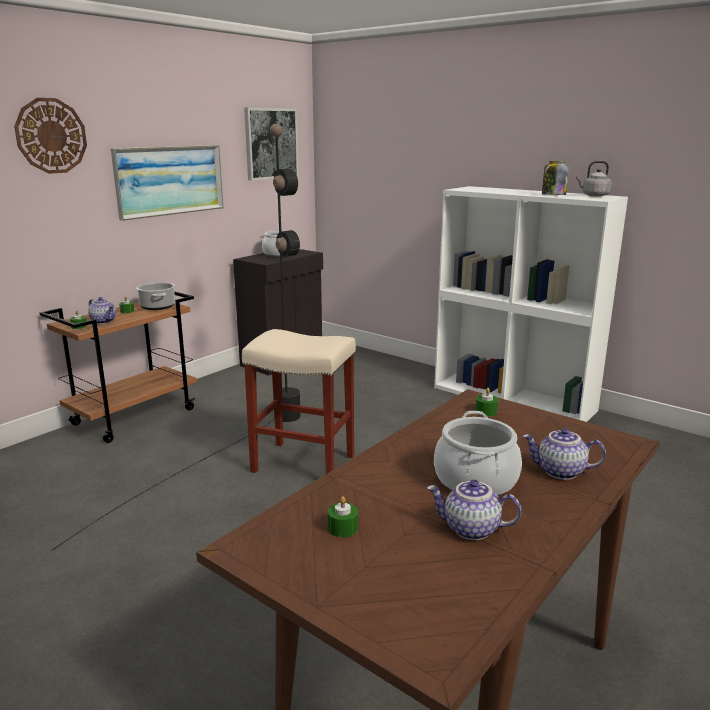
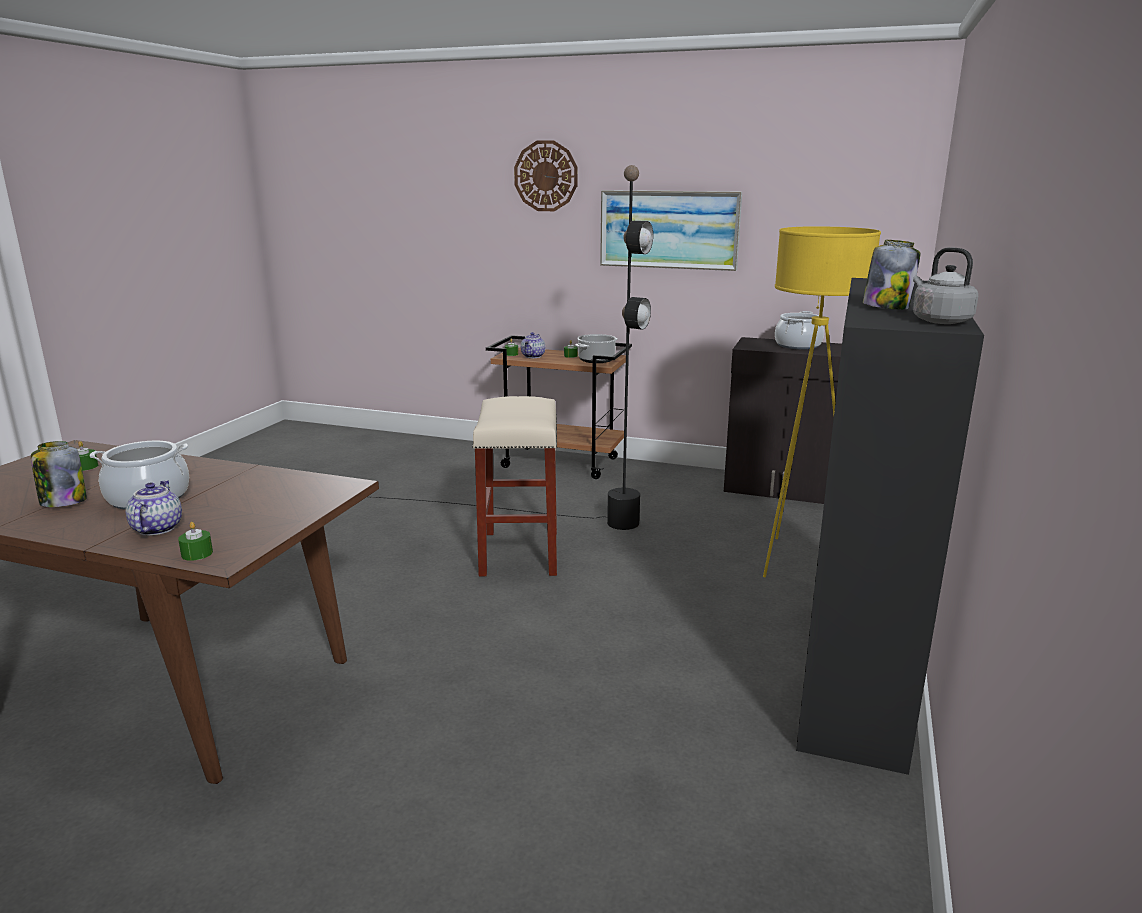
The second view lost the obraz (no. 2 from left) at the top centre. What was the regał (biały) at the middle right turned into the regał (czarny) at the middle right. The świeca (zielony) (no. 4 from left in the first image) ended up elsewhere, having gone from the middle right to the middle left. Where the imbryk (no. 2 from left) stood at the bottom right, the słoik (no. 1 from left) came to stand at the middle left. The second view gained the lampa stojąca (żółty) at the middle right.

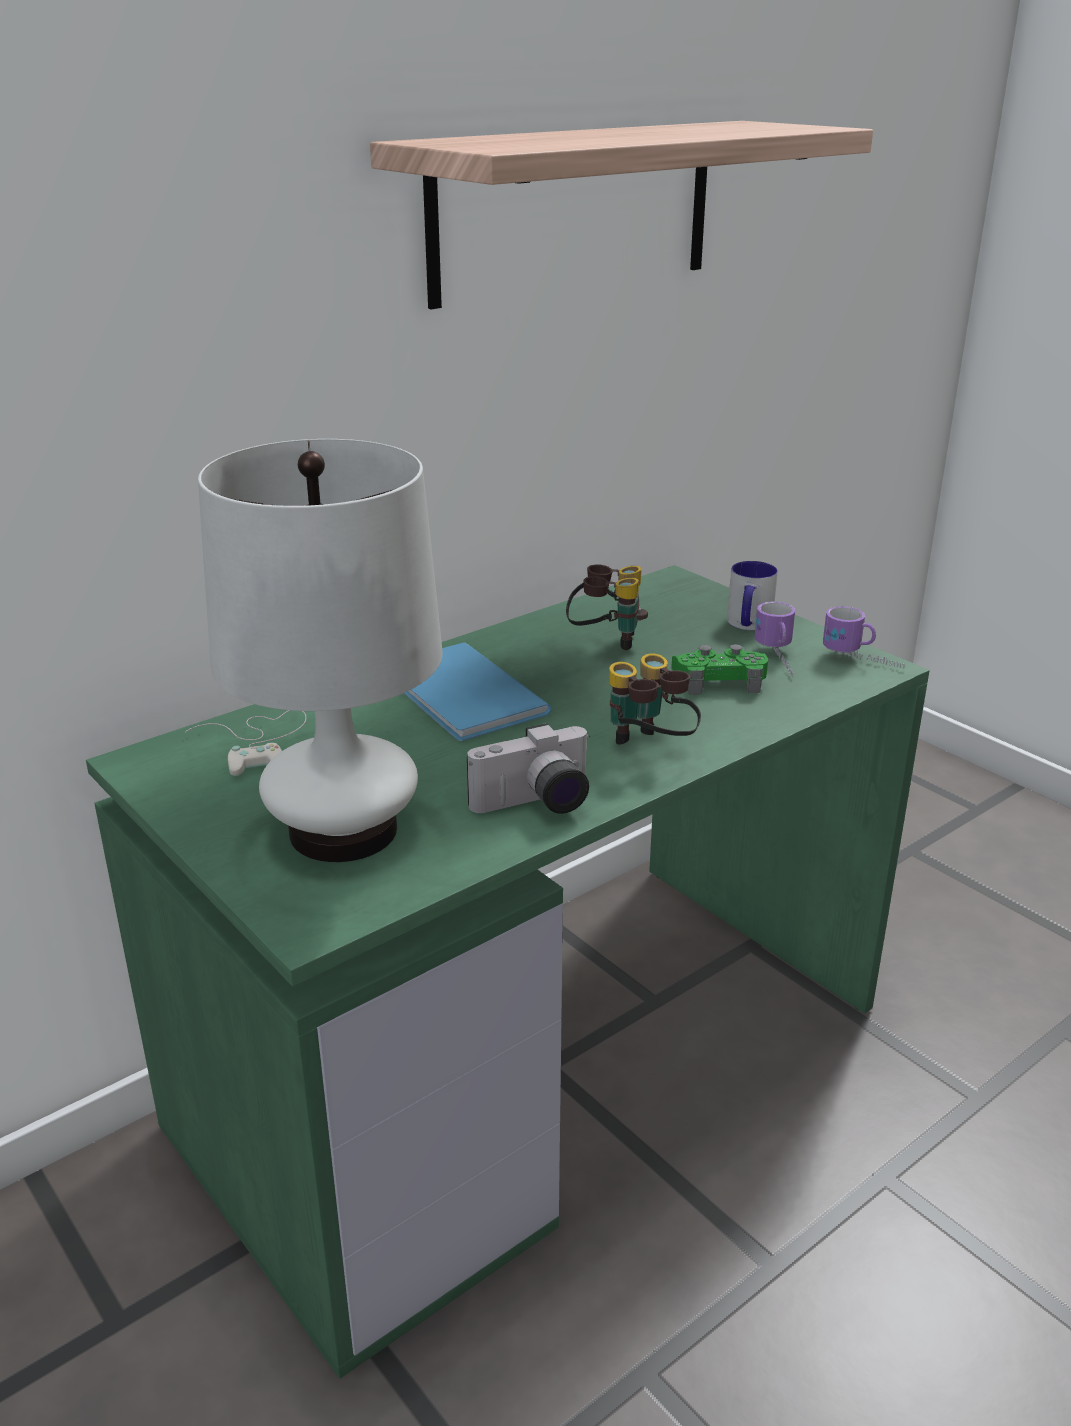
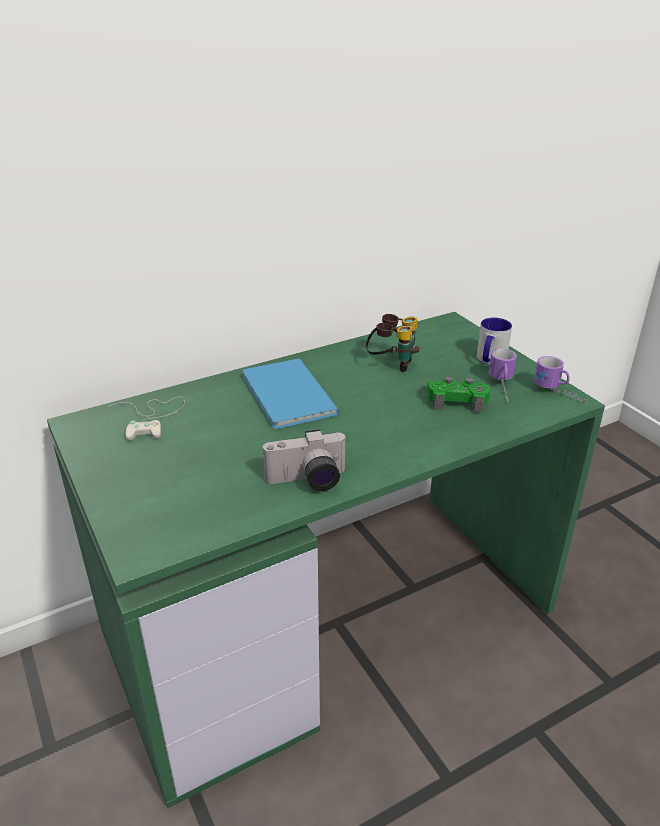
The second view lost the półka at the top centre. The second view lost the lampa stołowa (biały) at the middle left. The second view lost the lornetka (no. 2 from left) at the centre.

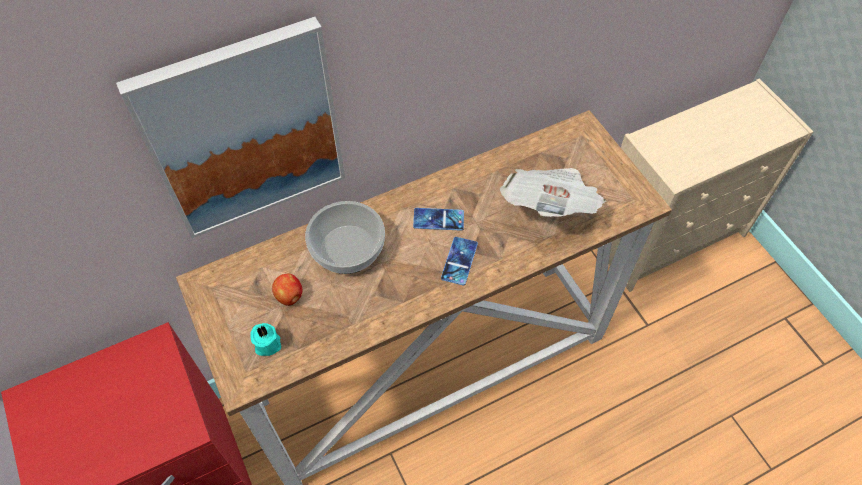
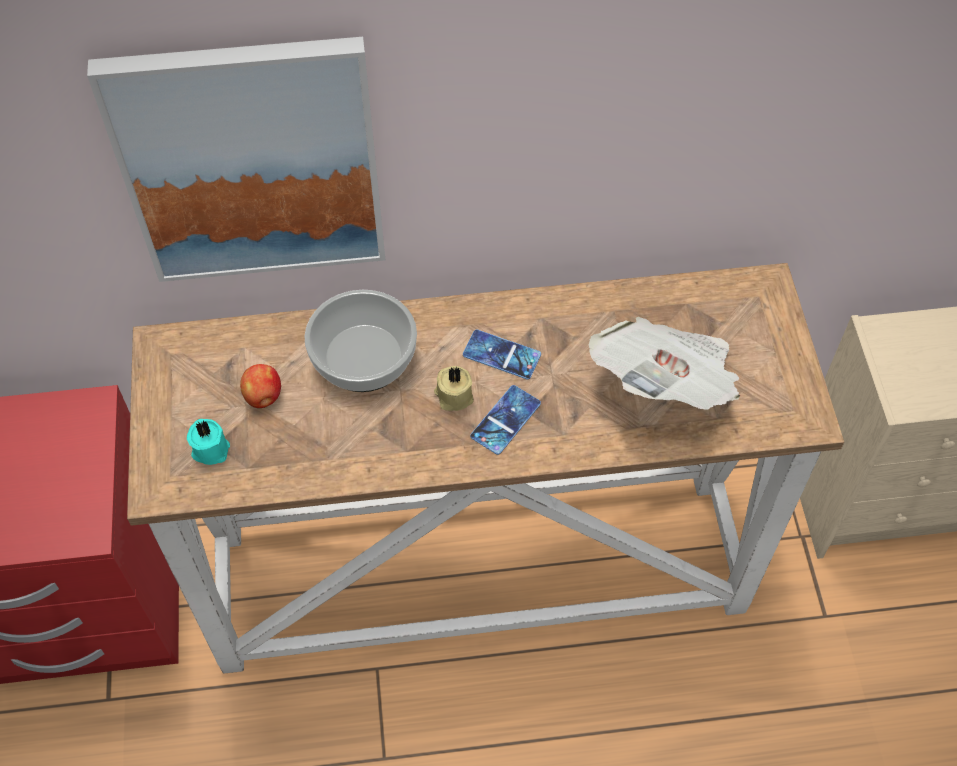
The second view gained the świeca (beżowy) at the centre.

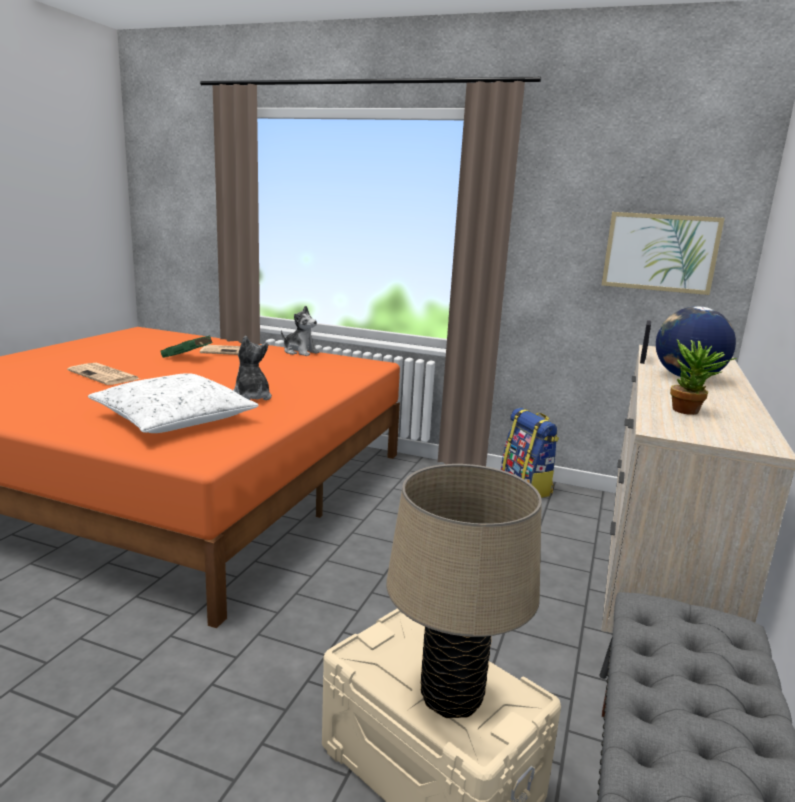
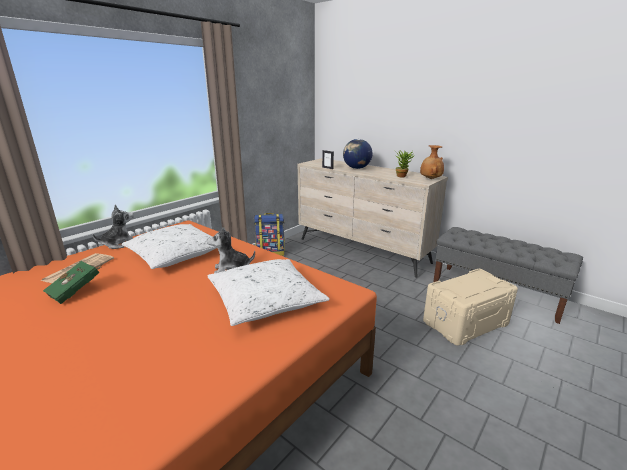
The second view lost the obraz at the top right. The second view lost the gazeta (no. 1 from left) at the middle left. The second view lost the lampa stołowa (beżowy) at the bottom centre. The second view gained the wazon (brązowy) at the middle right. The second view gained the poduszka (biały) (no. 1 from left) at the middle left.

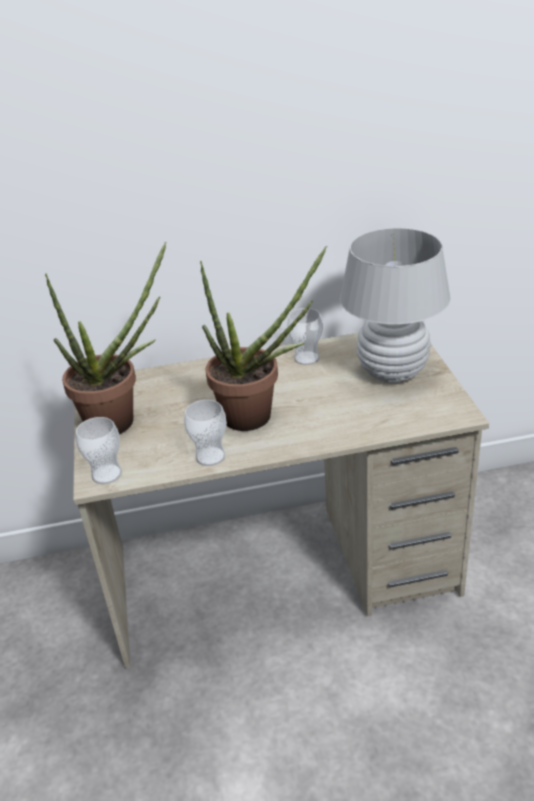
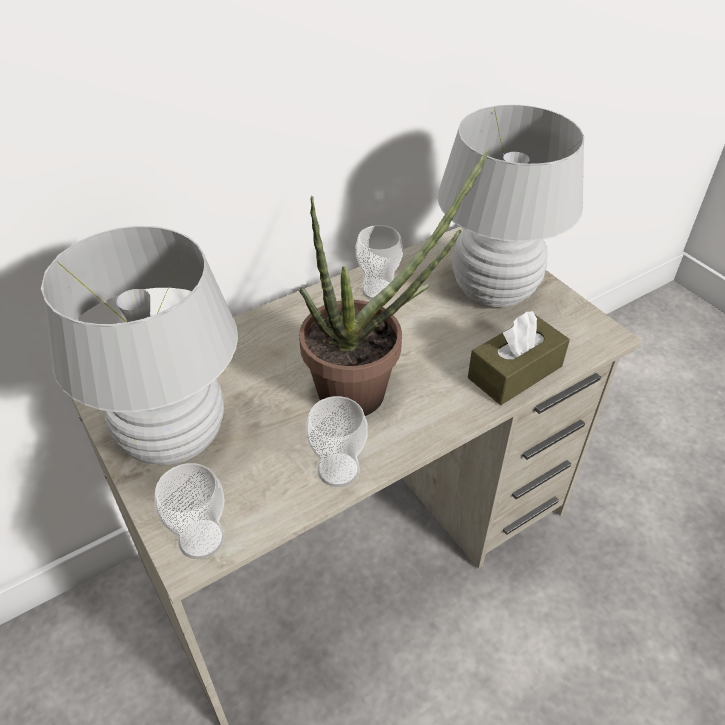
Where the roślina doniczkowa (no. 1 from left) stood at the middle left, the lampa stołowa (biały) (no. 1 from left) came to stand at the middle left. The second view gained the pudełko chusteczek (brązowy) at the middle right.

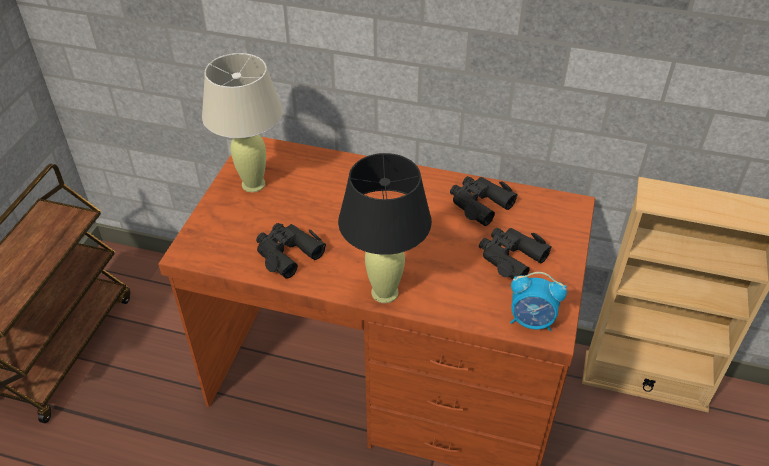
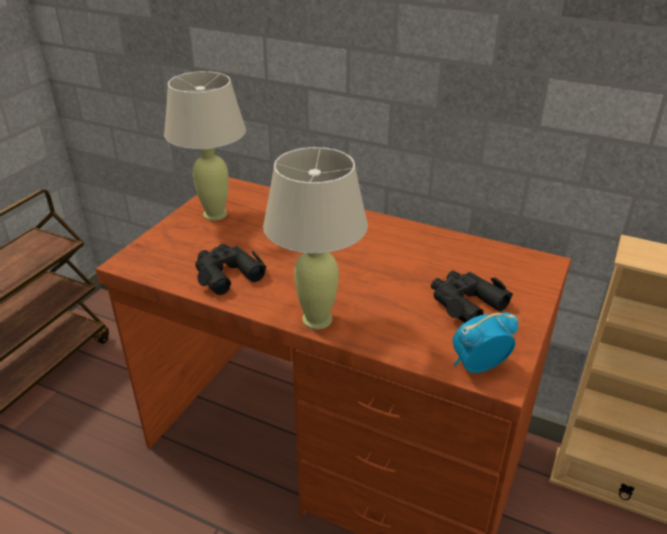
What was the lampa stołowa (czarny) at the centre turned into the lampa stołowa (beżowy) (no. 2 from left) at the centre. The second view lost the lornetka (czarny) (no. 2 from left) at the centre. The budzik at the middle right ended up facing another way, 135 degrees clockwise from before.

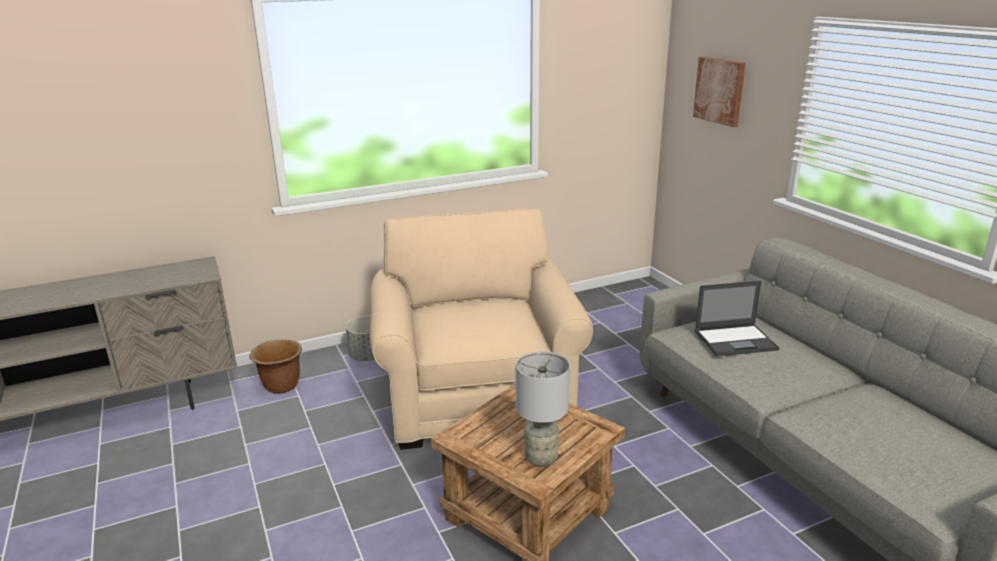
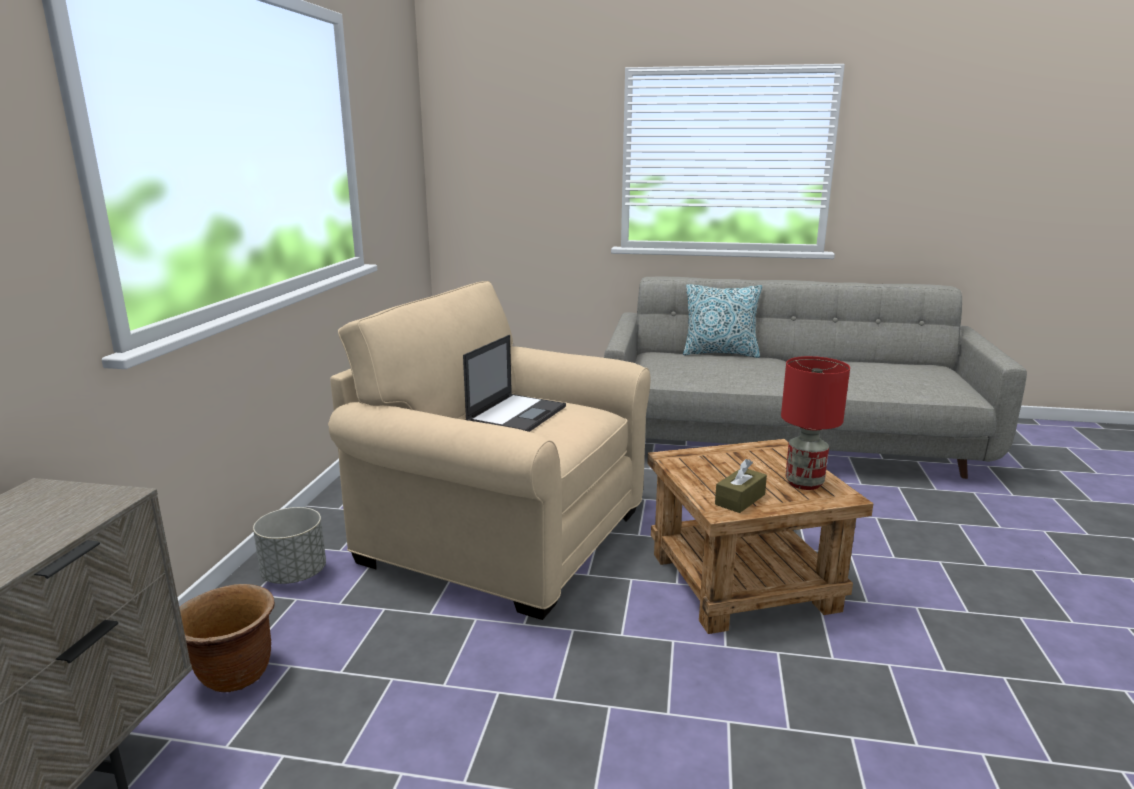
The second view lost the obraz at the top right. The laptop ended up elsewhere, having gone from the middle right to the centre. What was the lampa stołowa (szary) at the bottom centre turned into the lampa stołowa (czerwony) at the middle right. The second view gained the poduszka at the centre. The second view gained the pudełko chusteczek (brązowy) at the centre.

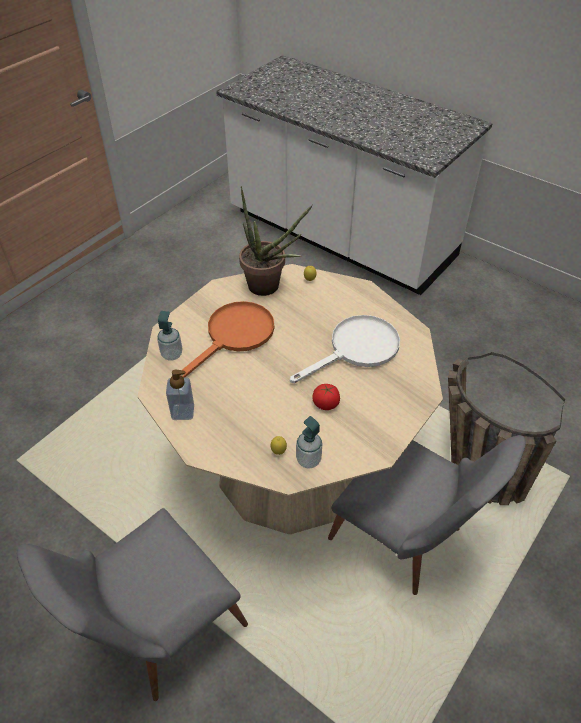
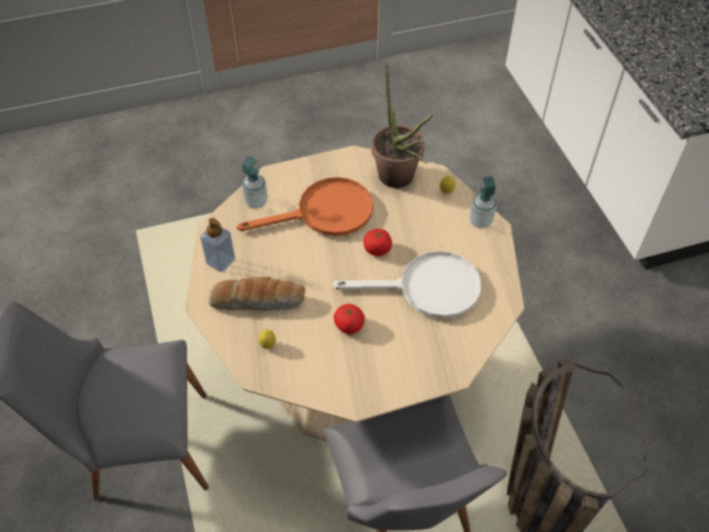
The dozownik mydła (no. 3 from left) ended up elsewhere, having gone from the centre to the middle right. The second view gained the pomidor (no. 2 from left) at the centre. The second view gained the chleb at the centre.

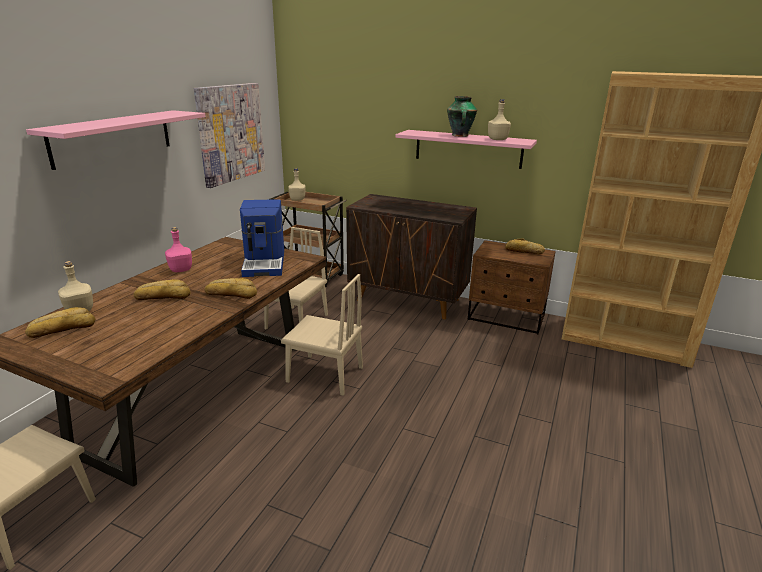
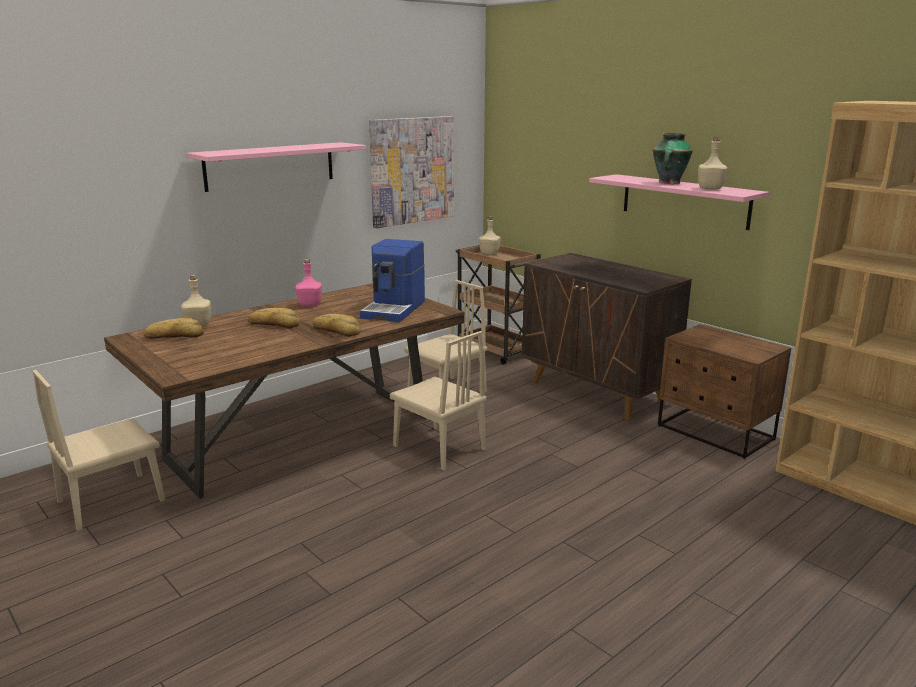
The second view lost the chleb (no. 4 from left) at the middle right.

